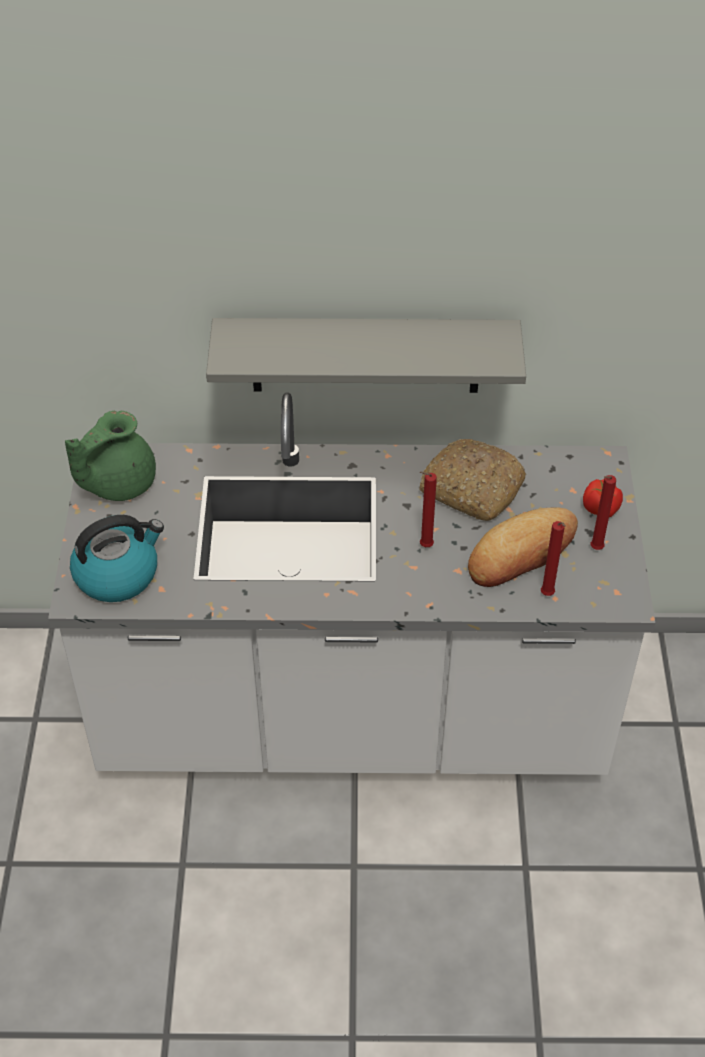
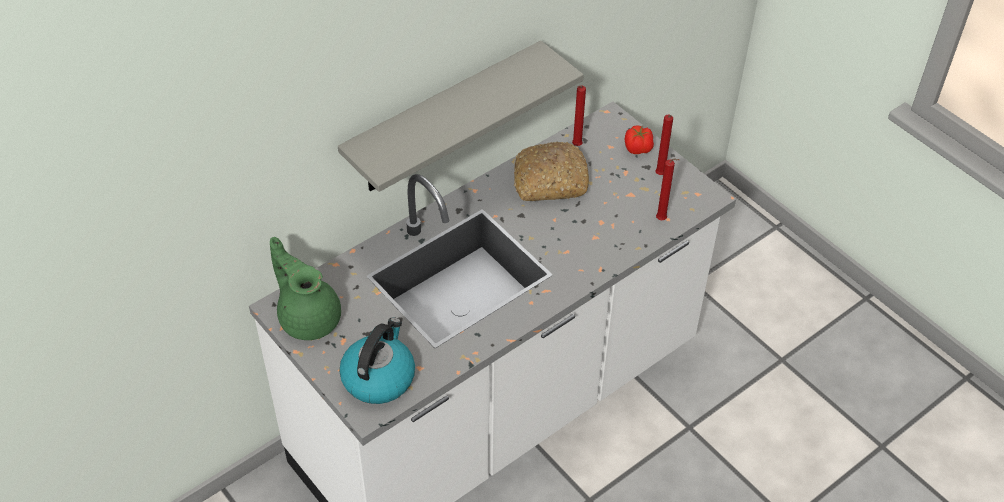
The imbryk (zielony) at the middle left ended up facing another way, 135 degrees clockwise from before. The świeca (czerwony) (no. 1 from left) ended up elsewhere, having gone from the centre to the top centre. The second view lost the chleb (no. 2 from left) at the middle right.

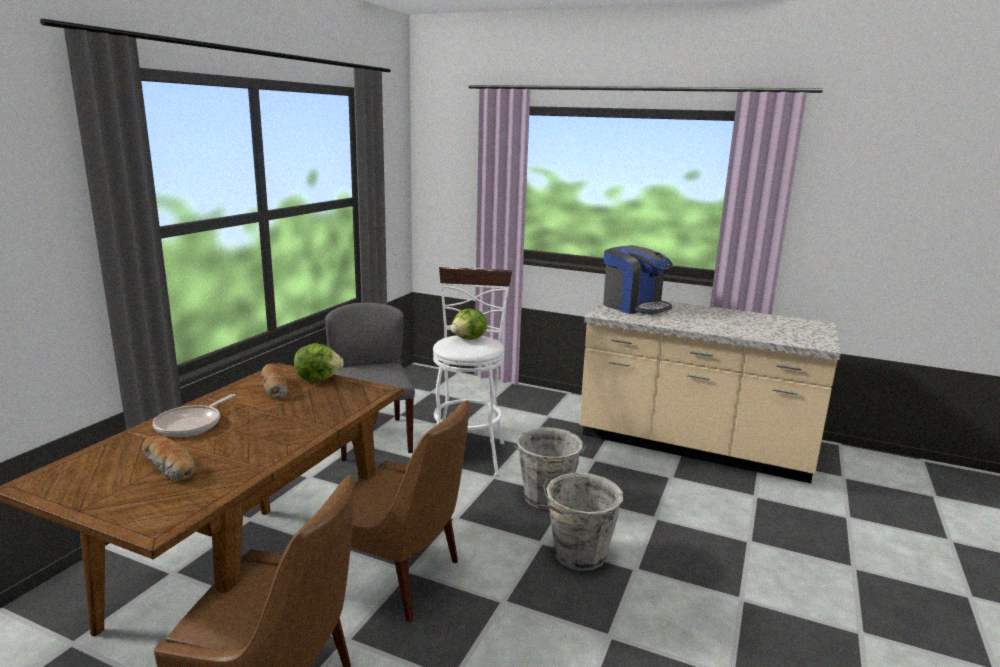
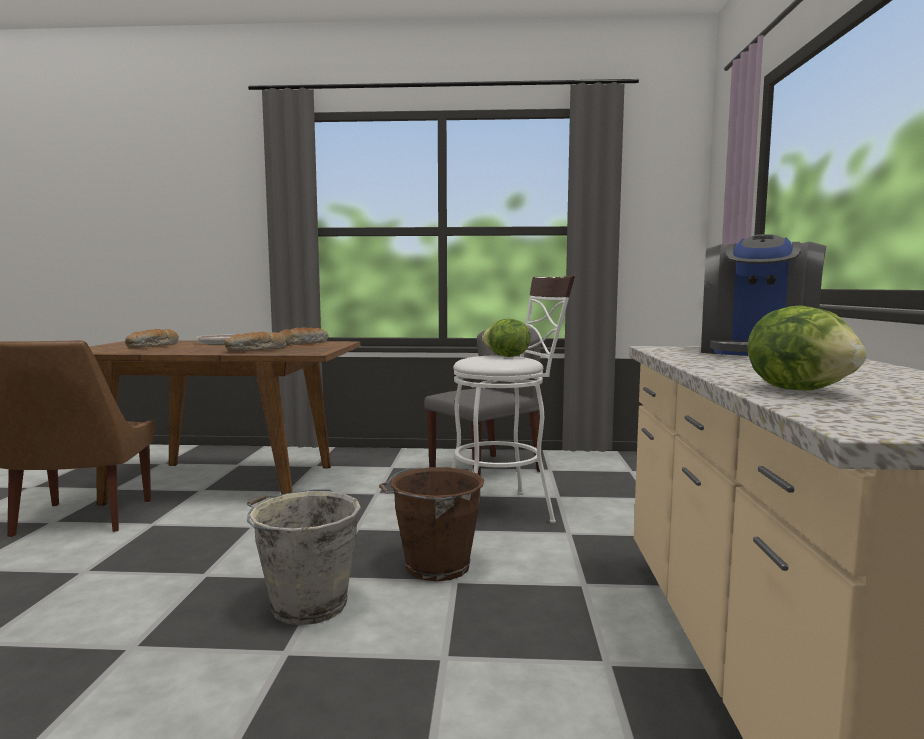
The sałata (no. 1 from left in the first image) ended up elsewhere, having gone from the middle left to the middle right. The second view lost the krzesło (brązowy) (no. 2 from left) at the bottom centre. What was the wiadro (szary) (no. 1 from left) at the bottom centre turned into the wiadro (brązowy) at the bottom centre. The second view gained the chleb (no. 2 from left) at the middle left.

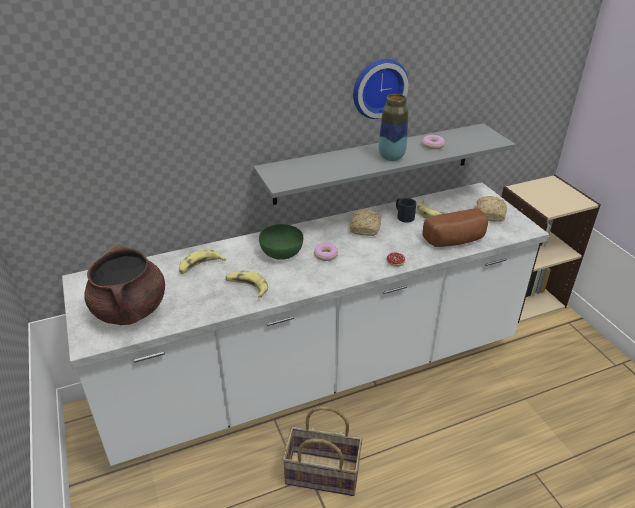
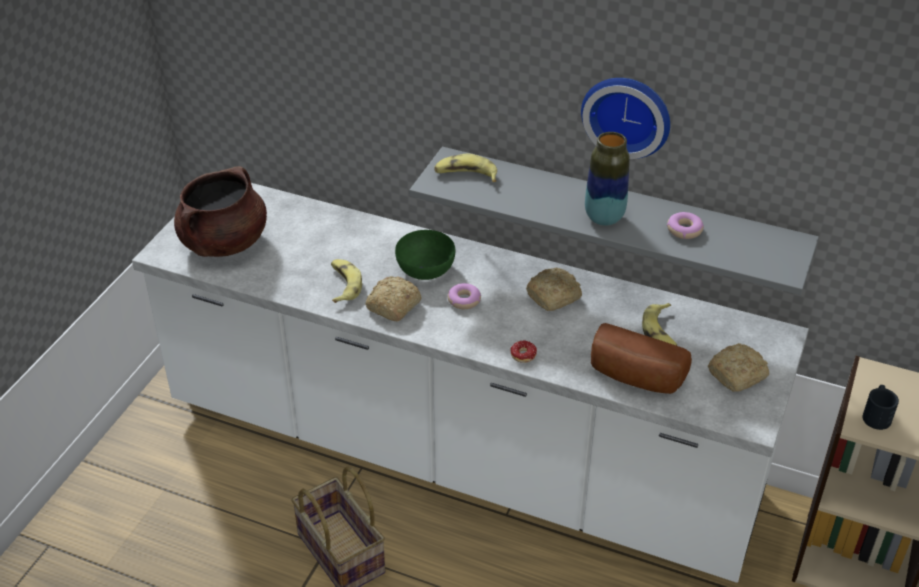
The kubek (czarny) ended up elsewhere, having gone from the centre to the bottom right. The banan (no. 1 from left in the first image) ended up elsewhere, having gone from the middle left to the top centre. The second view gained the chleb (no. 1 from left) at the centre.

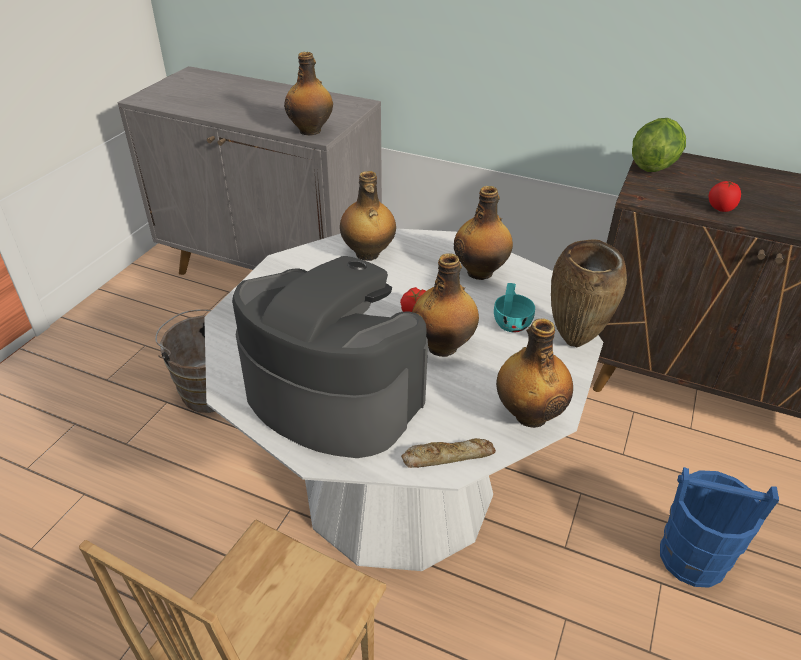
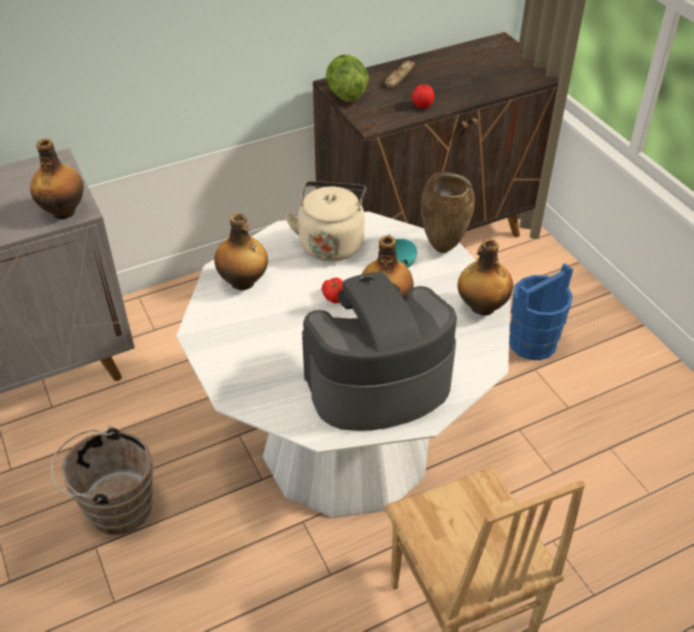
Where the butelka (no. 4 from left) stood at the centre, the czajnik (beżowy) came to stand at the centre. The chleb ended up elsewhere, having gone from the bottom centre to the top centre.

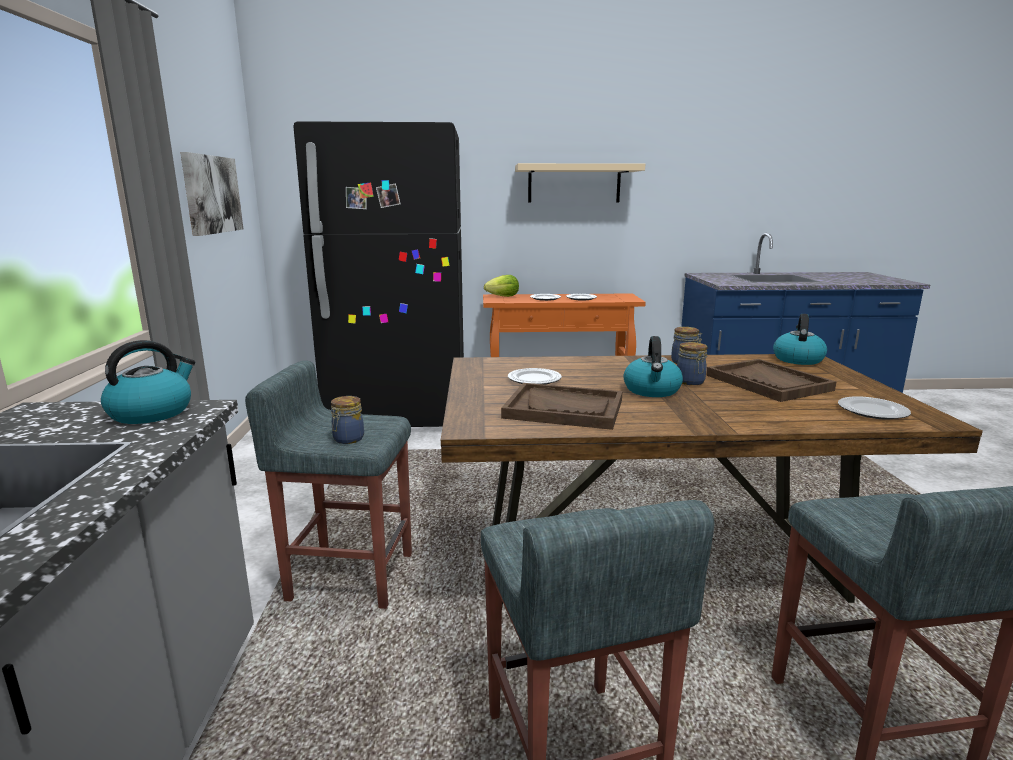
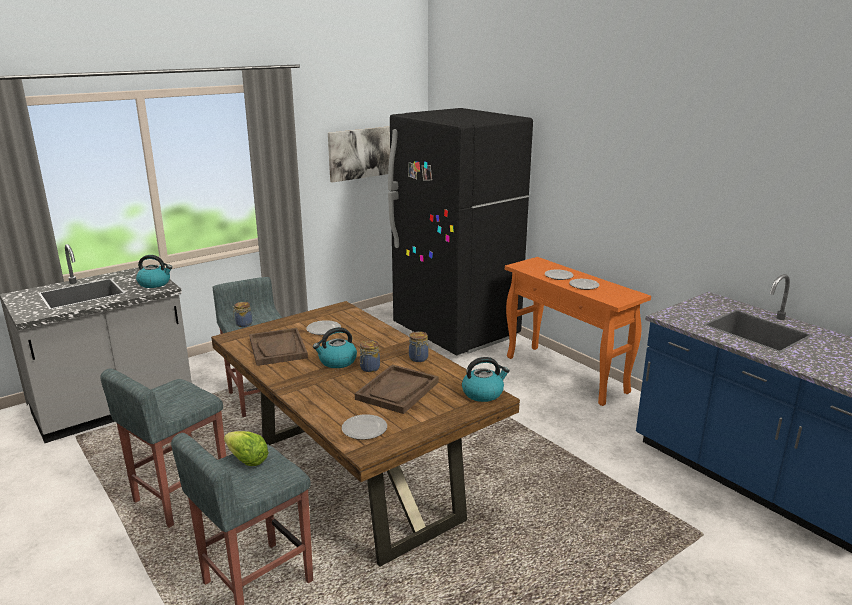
The second view lost the półka (beżowy) at the top centre. The sałata ended up elsewhere, having gone from the centre to the bottom left.

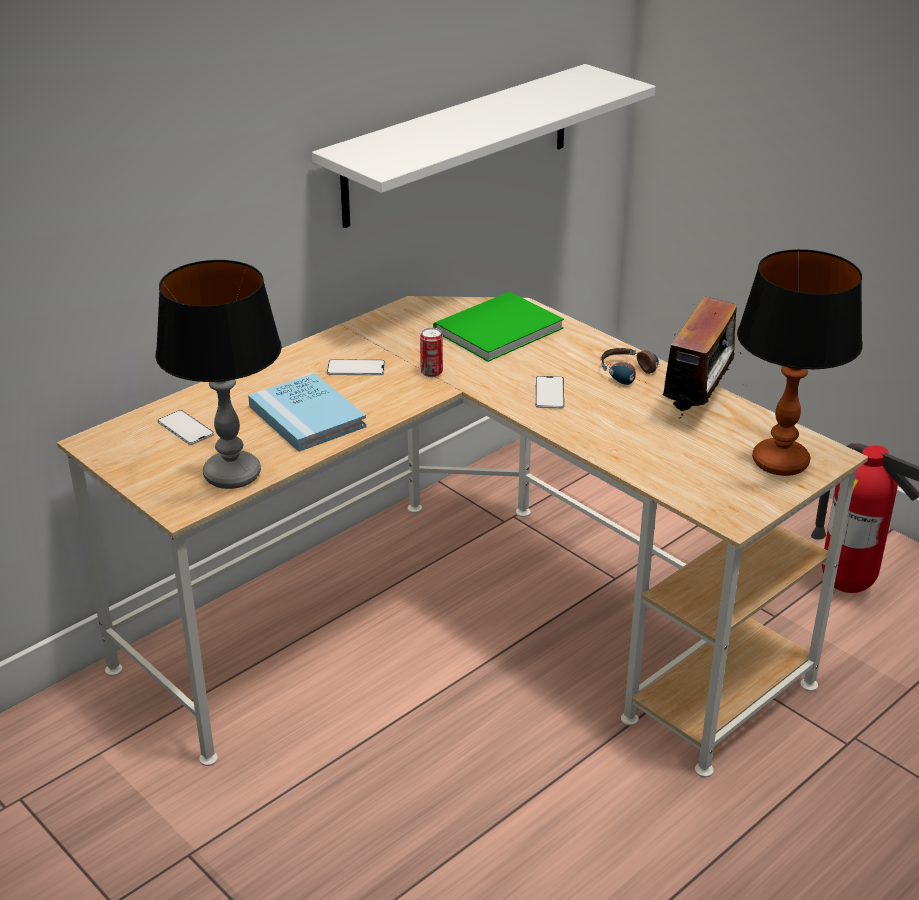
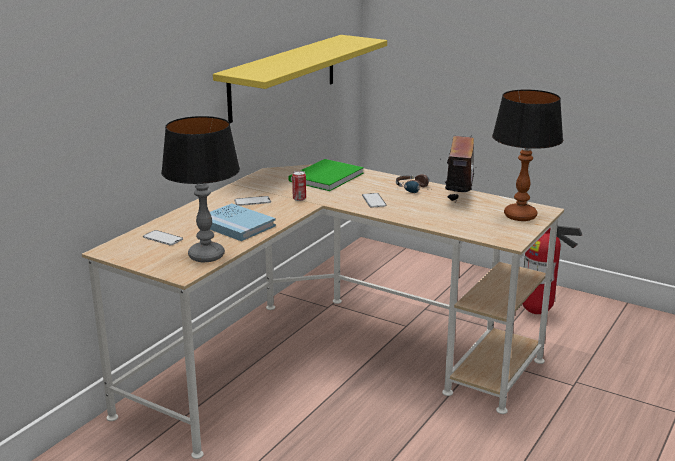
What was the półka (biały) at the top centre turned into the półka (żółty) at the top centre.

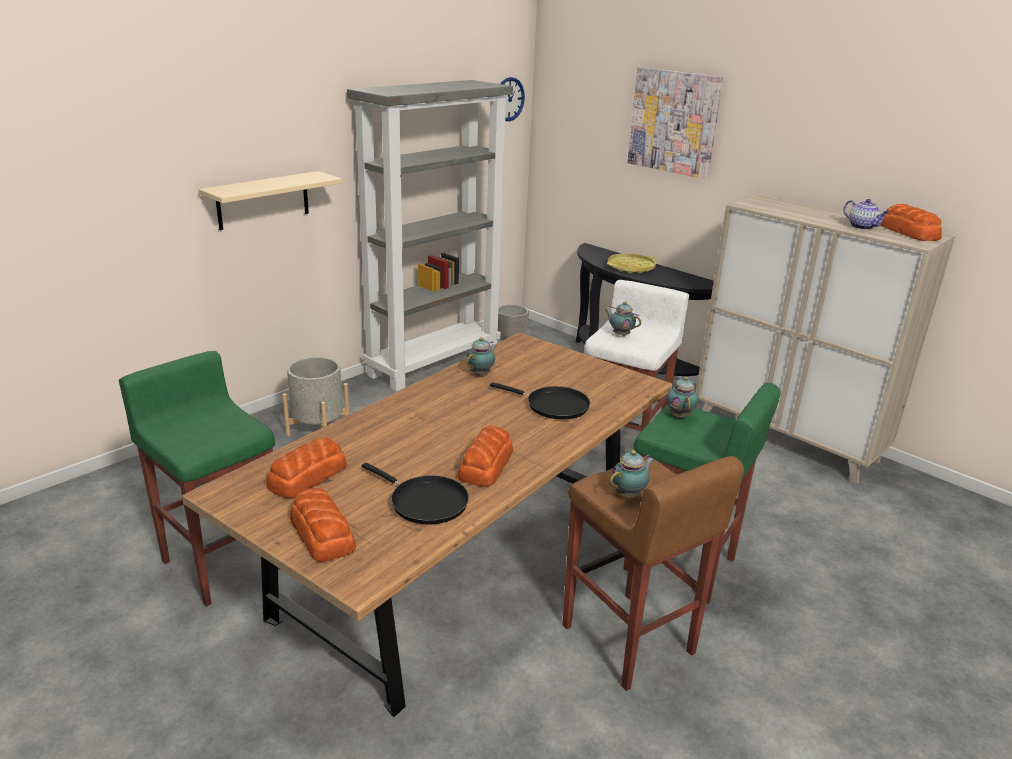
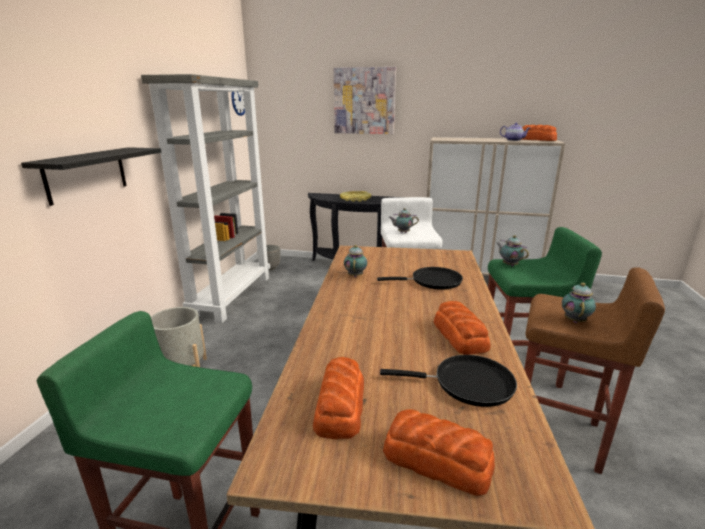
What was the półka (beżowy) at the top left turned into the półka (czarny) at the top left.

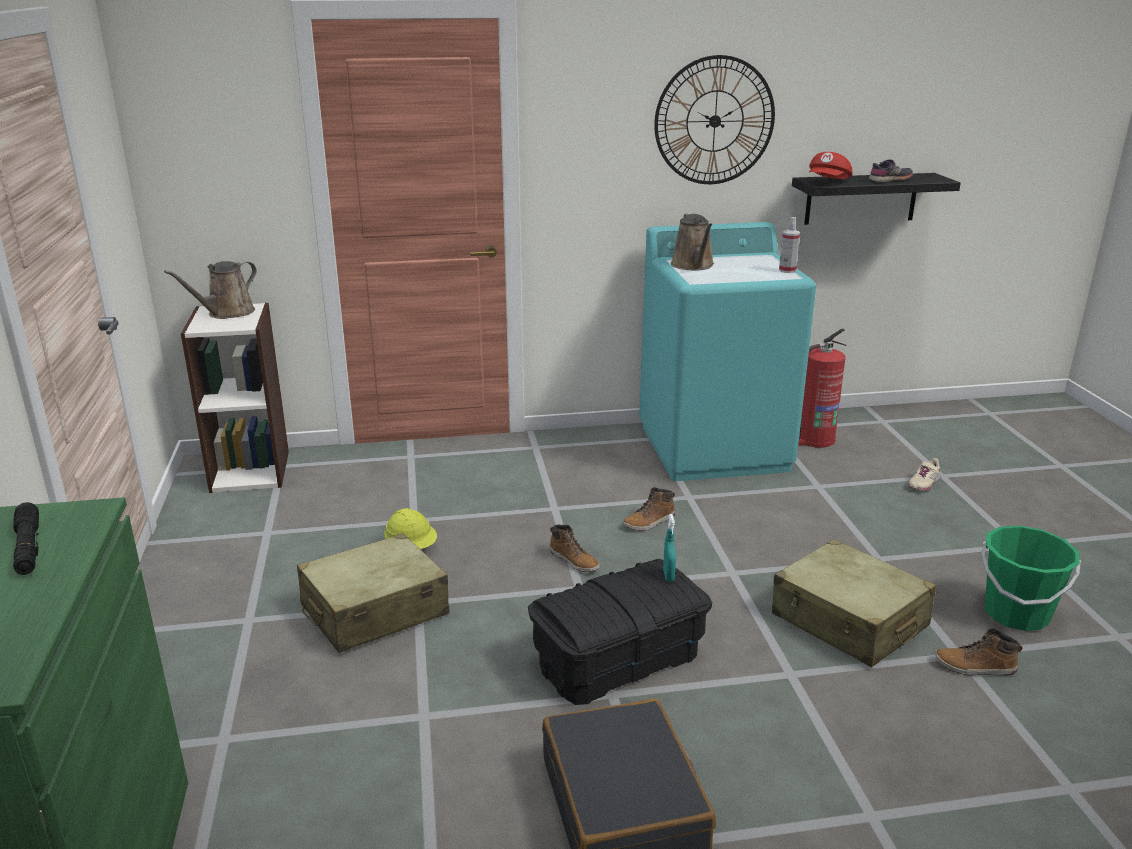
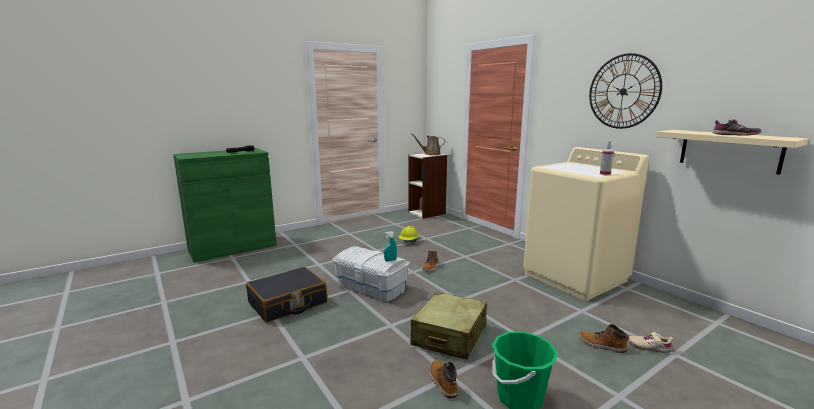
The second view lost the czapka z daszkiem (czerwony) at the top right. What was the półka (czarny) at the top right turned into the półka (beżowy) at the middle right. The second view lost the konewka (brązowy) (no. 2 from left) at the top centre. What was the pralka (turkusowy) at the centre turned into the pralka (beżowy) at the middle right. The second view lost the gaśnica at the middle right. The but z cholewką (no. 2 from left in the first image) ended up elsewhere, having gone from the centre to the bottom right. The second view lost the walizka (beżowy) (no. 1 from left) at the bottom left. What was the pojemnik do przechowywania (czarny) at the bottom centre turned into the pojemnik do przechowywania (biały) at the bottom centre.

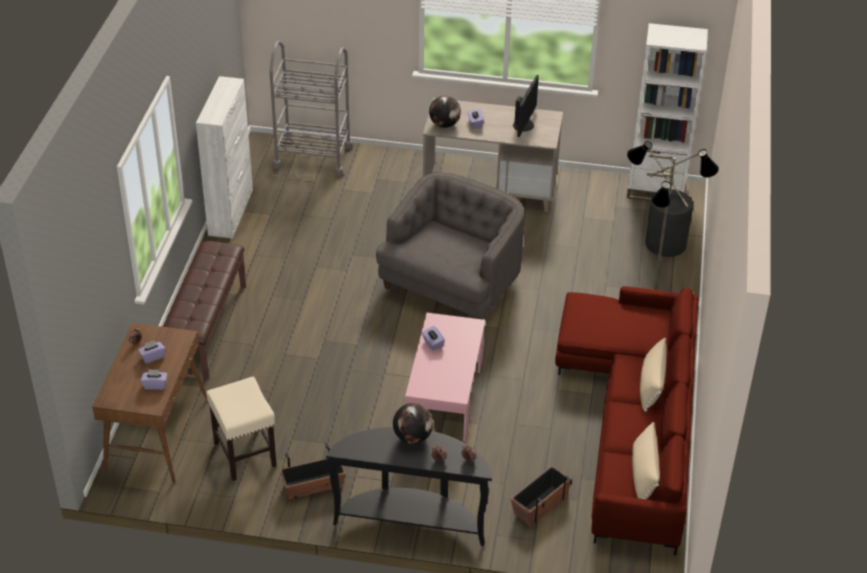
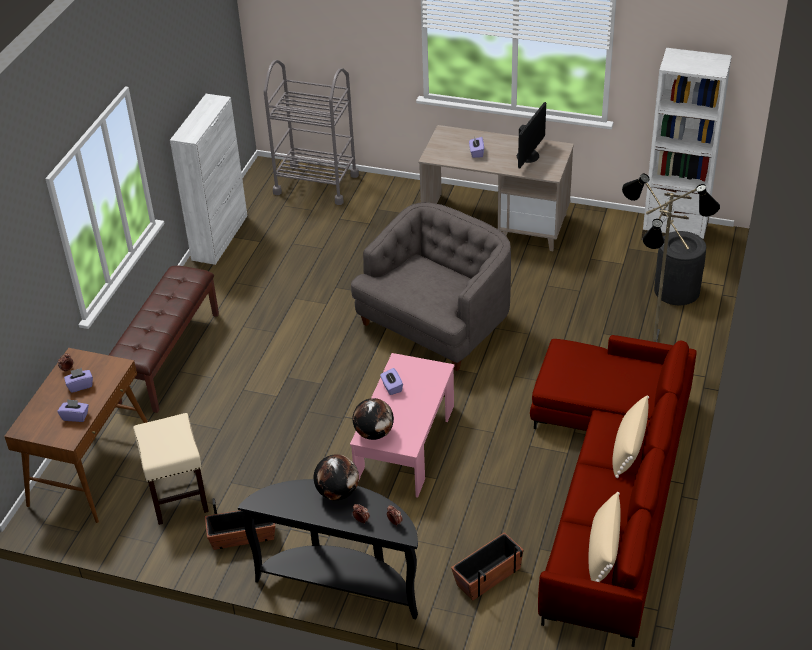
The globus (no. 2 from left) ended up elsewhere, having gone from the top centre to the centre.

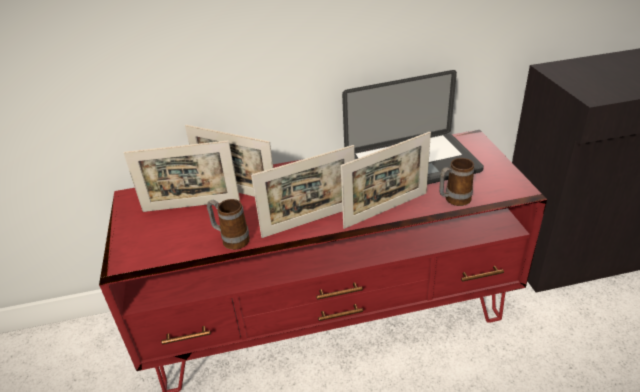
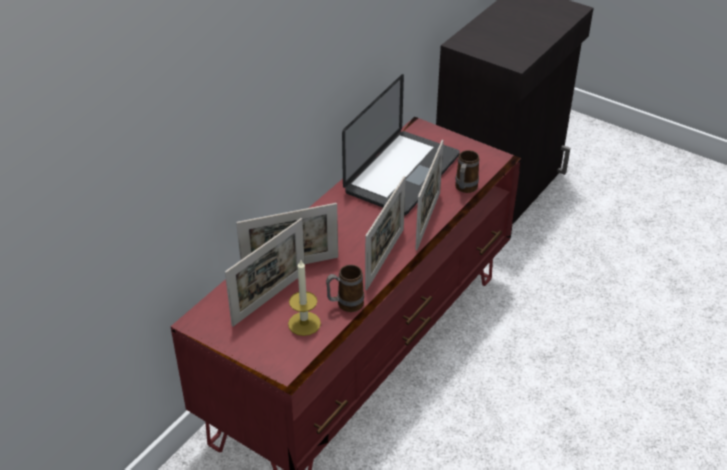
The second view gained the świeca at the centre.

